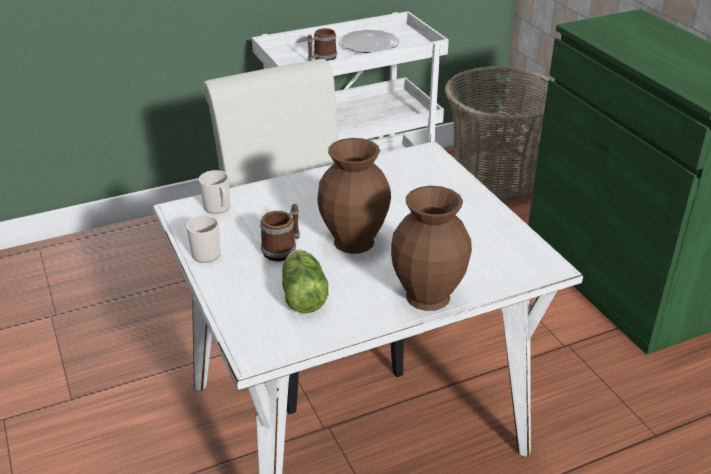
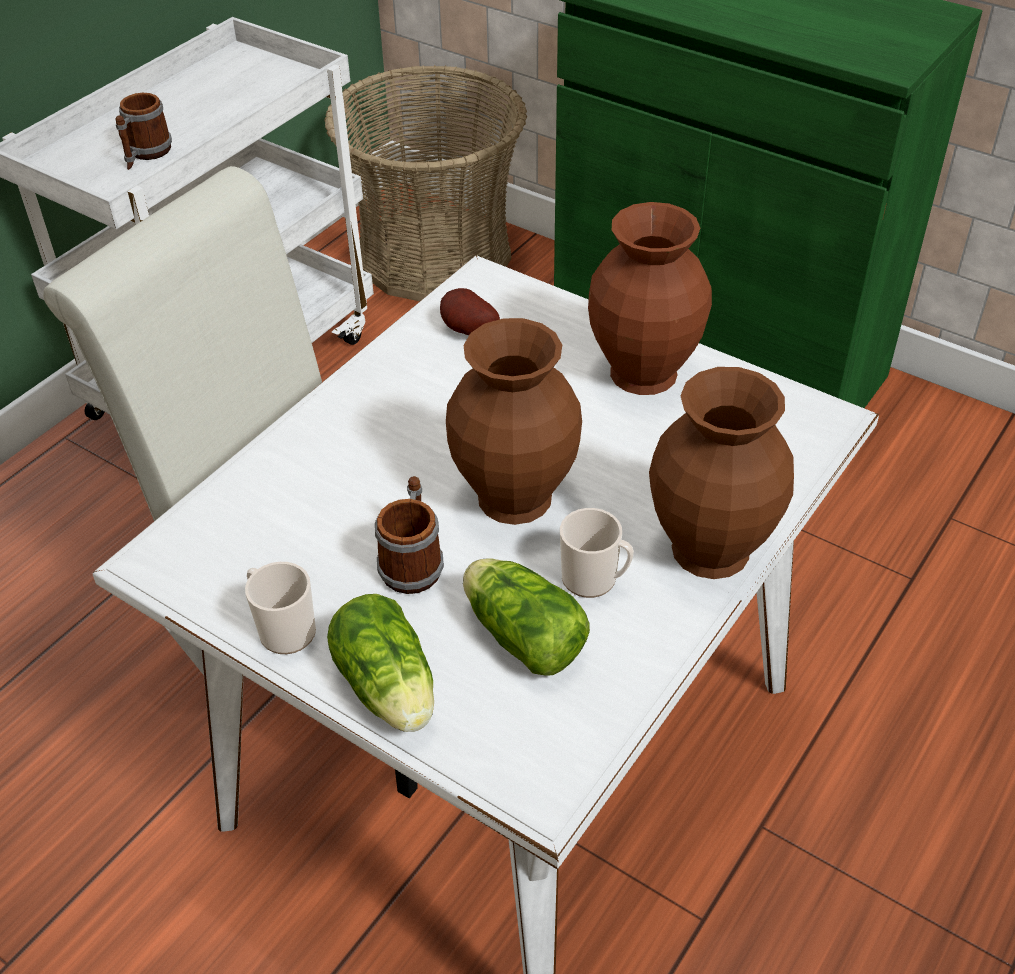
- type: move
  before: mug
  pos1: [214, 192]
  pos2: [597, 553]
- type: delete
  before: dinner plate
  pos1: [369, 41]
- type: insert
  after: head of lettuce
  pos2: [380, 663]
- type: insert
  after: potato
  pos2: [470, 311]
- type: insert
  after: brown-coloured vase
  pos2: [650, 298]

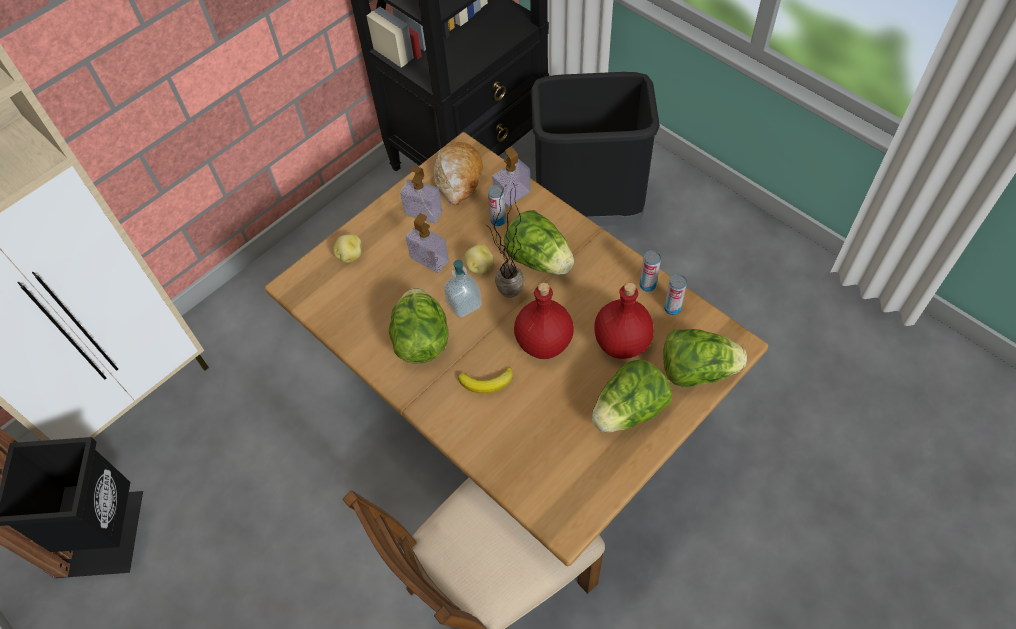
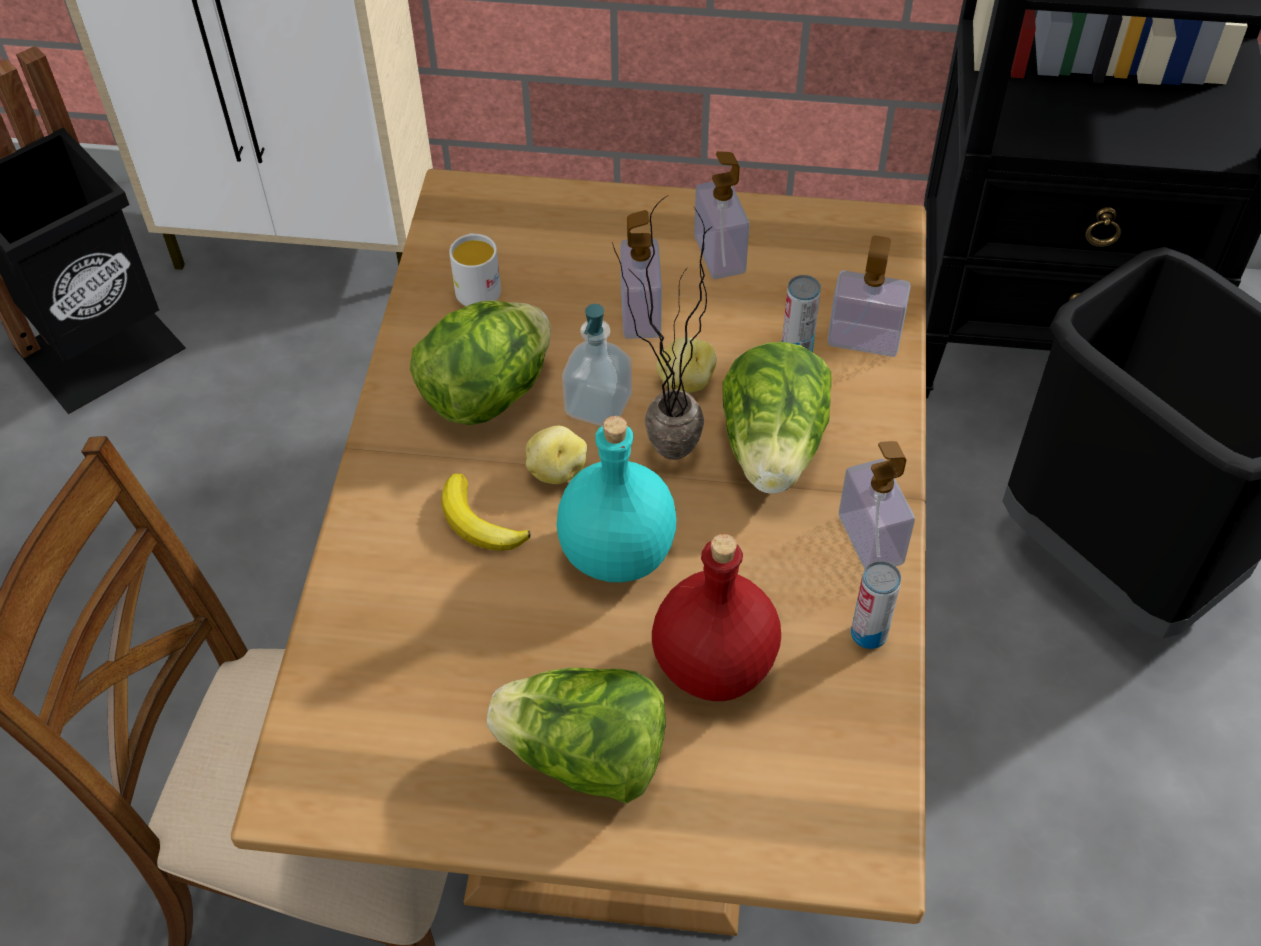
- type: move
  before: potato
  pos1: [347, 248]
  pos2: [556, 455]
- type: delete
  before: bakery bread
  pos1: [458, 173]
- type: recolor
  before: reddish beverage bottle
  after: blue-green beverage bottle
  pos1: [544, 320]
  pos2: [616, 499]
- type: delete
  before: head of lettuce
  pos1: [705, 358]
- type: delete
  before: sealed can
  pos1: [675, 294]
- type: insert
  after: white mug
  pos2: [475, 269]
- type: insert
  after: liquid soap bottle
  pos2: [877, 505]

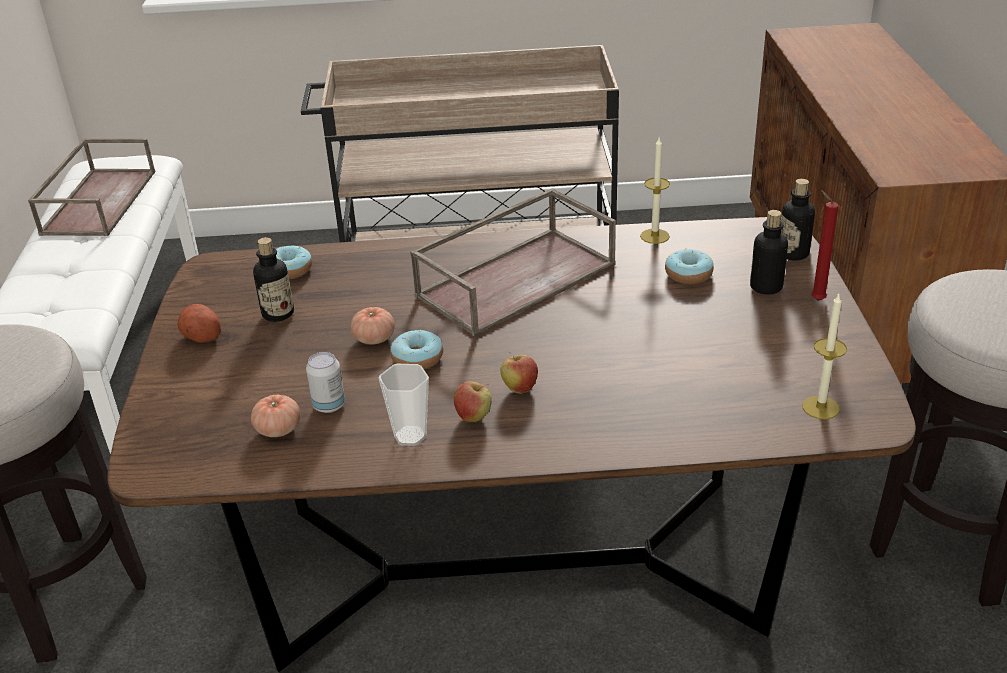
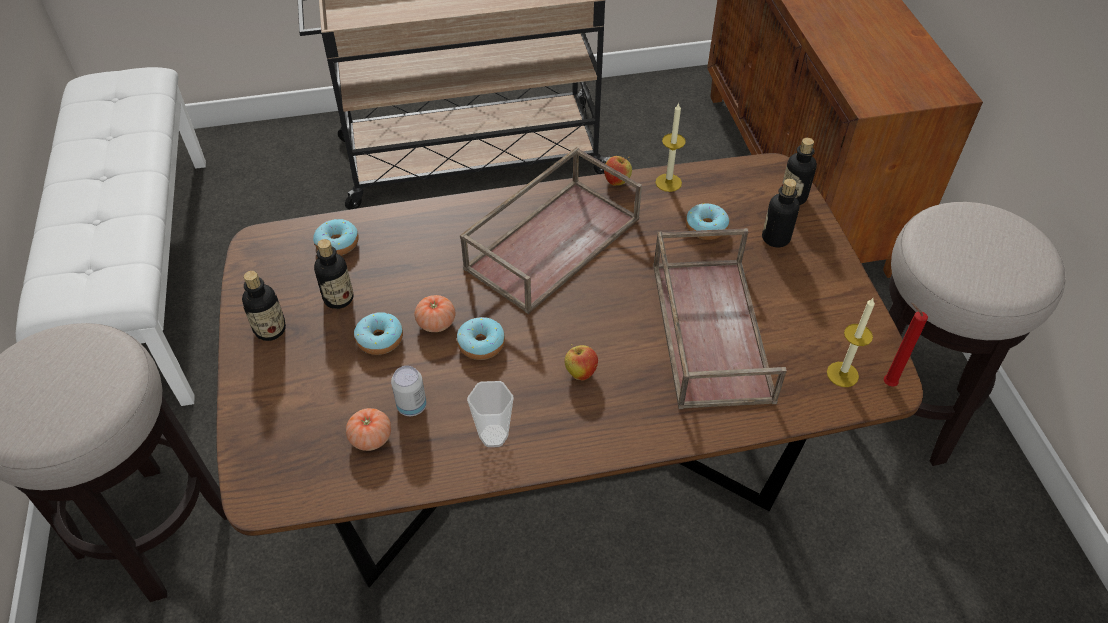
- type: move
  before: brown-coloured tray
  pos1: [91, 187]
  pos2: [720, 318]
- type: replace
  before: potato
  after: beverage bottle
  pos1: [199, 323]
  pos2: [264, 306]
- type: move
  before: whole apple
  pos1: [473, 401]
  pos2: [618, 170]
- type: move
  before: reddish wax candle
  pos1: [825, 245]
  pos2: [906, 345]
- type: insert
  after: donut
  pos2: [378, 333]

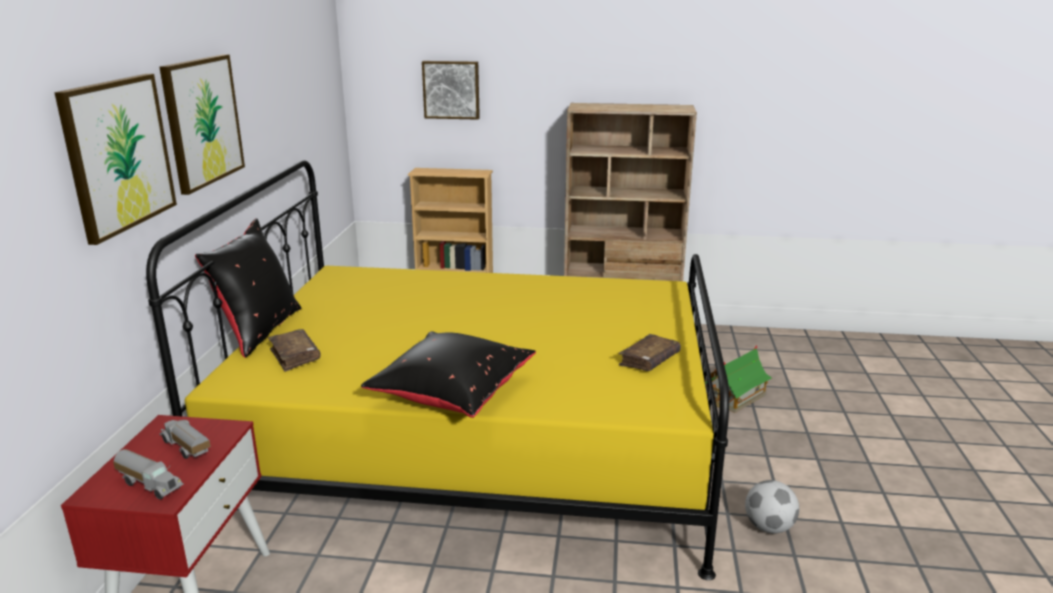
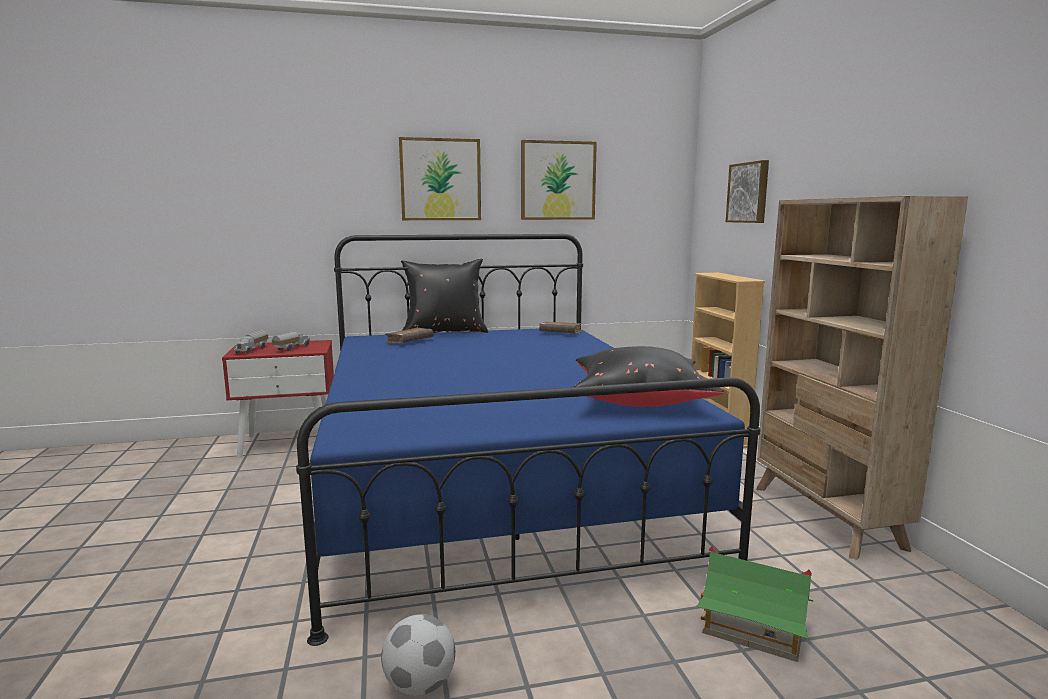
- type: move
  before: wall art
  pos1: [115, 159]
  pos2: [559, 180]
- type: recolor
  before: yellow bed
  after: blue-coloured bed
  pos1: [437, 370]
  pos2: [528, 440]
- type: move
  before: black-coloured throw pillow
  pos1: [448, 374]
  pos2: [649, 376]
- type: move
  before: brown-coloured volume
  pos1: [649, 352]
  pos2: [560, 328]

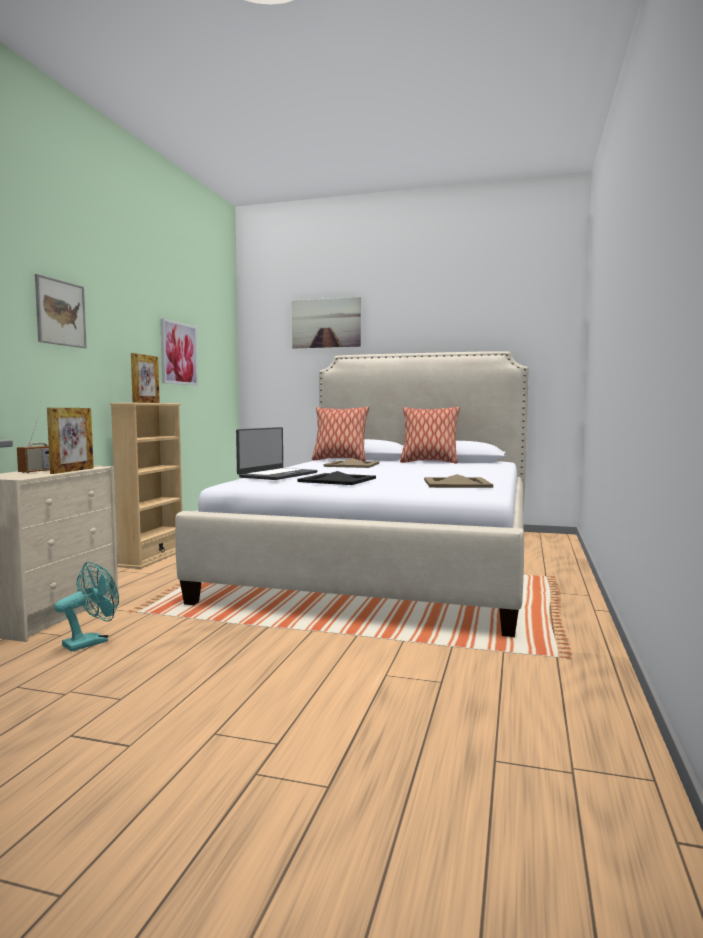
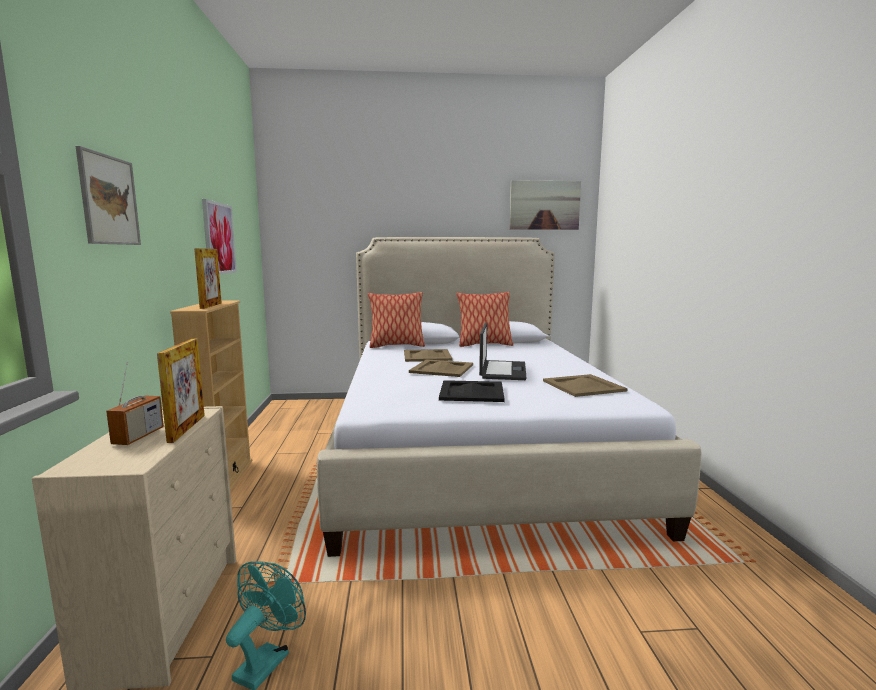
- type: move
  before: notebook computer
  pos1: [277, 453]
  pos2: [502, 351]
- type: move
  before: wall art
  pos1: [326, 323]
  pos2: [545, 205]
- type: insert
  after: beige tray
  pos2: [441, 368]

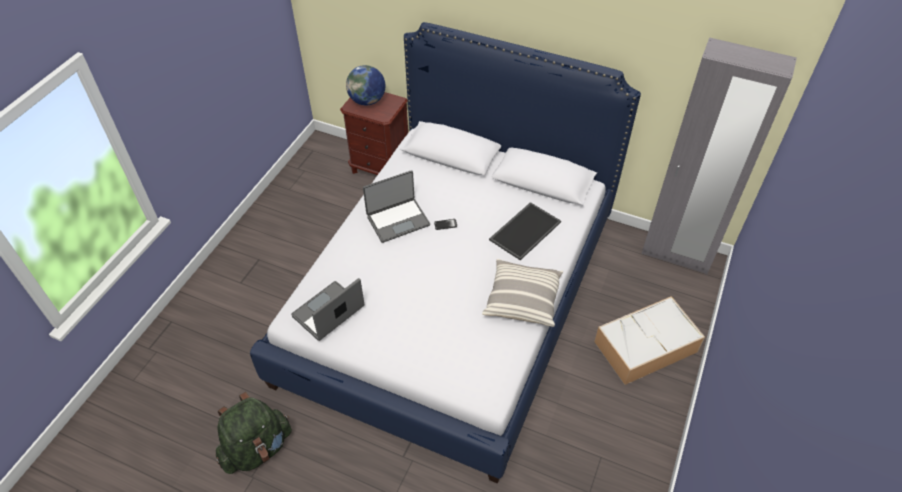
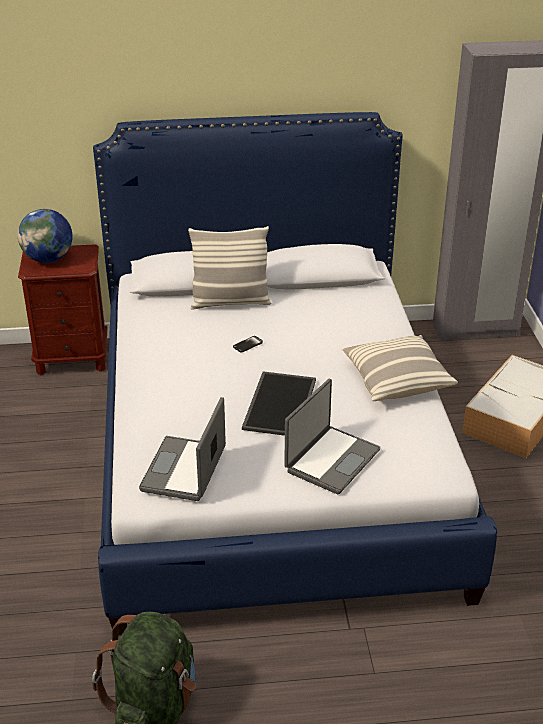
- type: move
  before: notebook computer
  pos1: [396, 206]
  pos2: [332, 437]
- type: move
  before: tray
  pos1: [525, 231]
  pos2: [279, 403]
- type: insert
  after: throw pillow
  pos2: [229, 268]

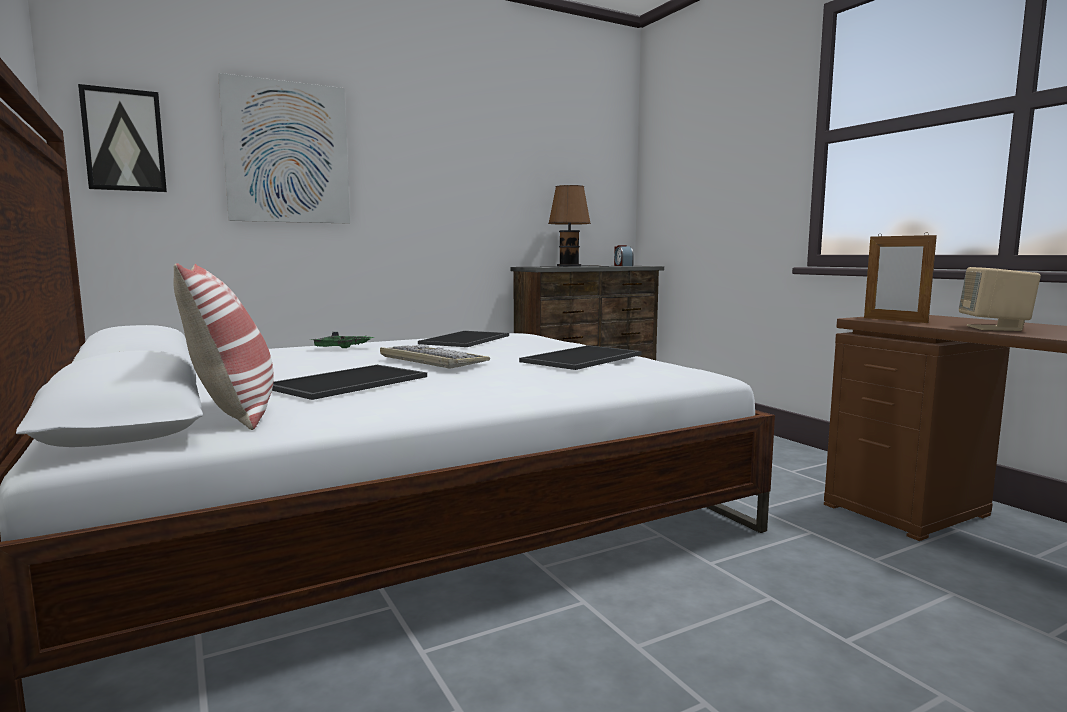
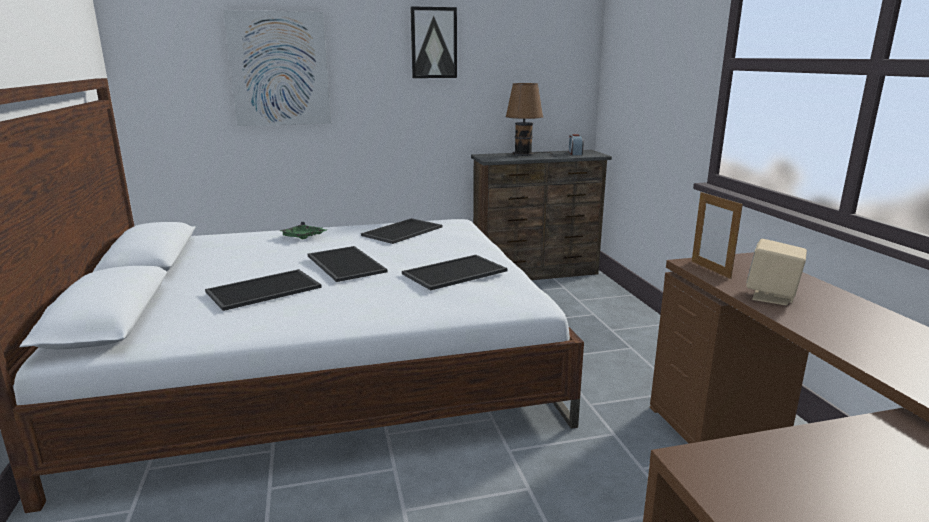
- type: move
  before: wall art
  pos1: [122, 138]
  pos2: [433, 42]
- type: delete
  before: throw pillow
  pos1: [224, 346]
- type: replace
  before: keyboard
  after: tray
  pos1: [435, 357]
  pos2: [347, 264]

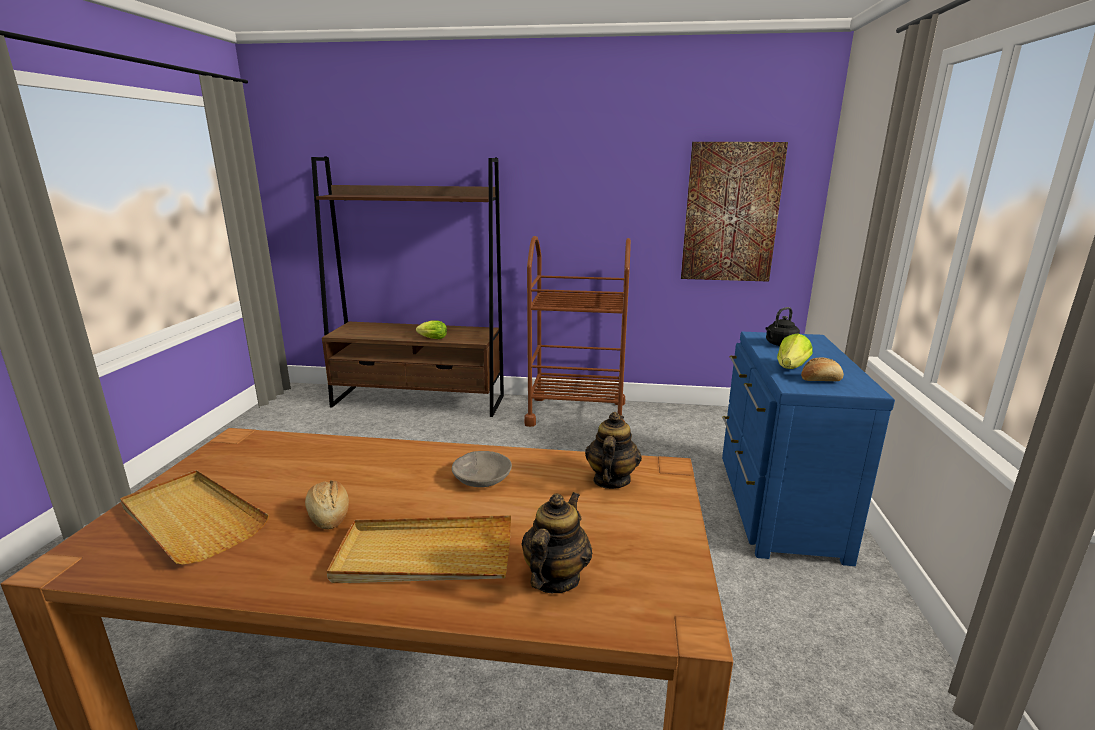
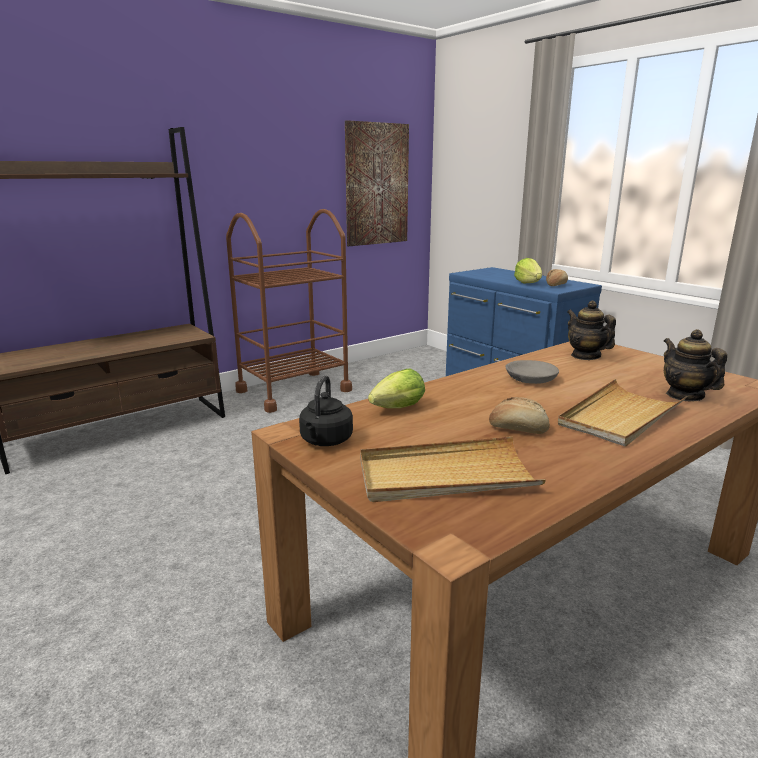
- type: move
  before: head of lettuce
  pos1: [431, 329]
  pos2: [396, 388]
- type: move
  before: black-coloured tea kettle
  pos1: [782, 326]
  pos2: [326, 410]

